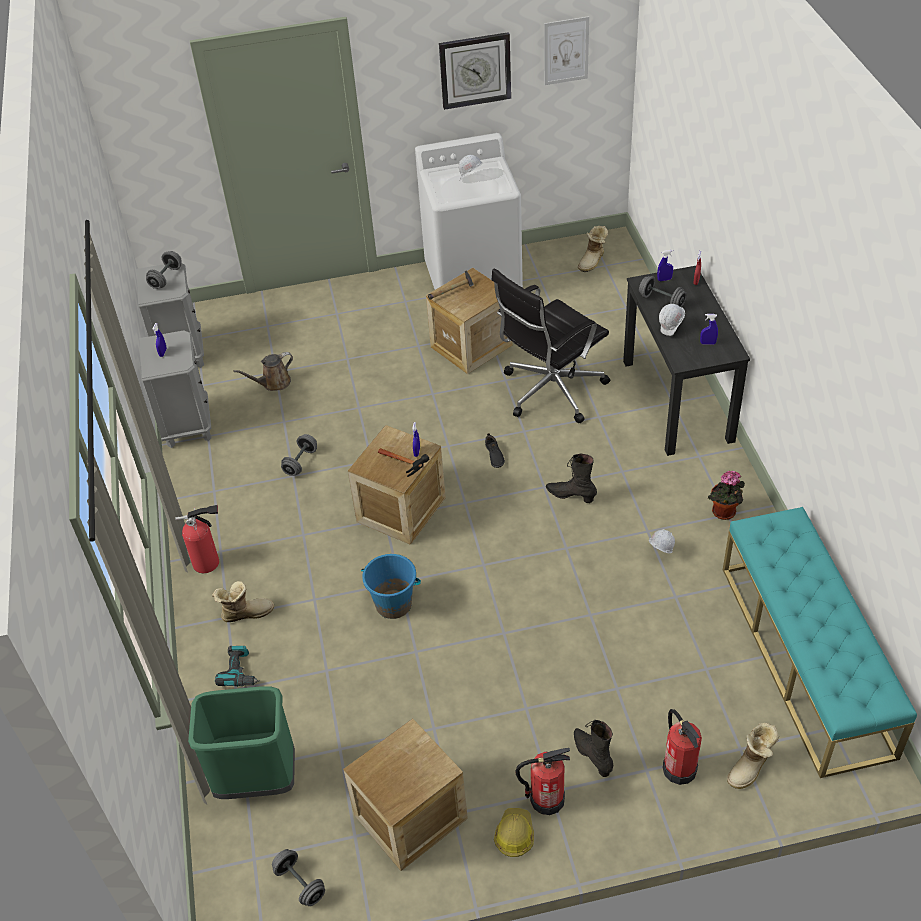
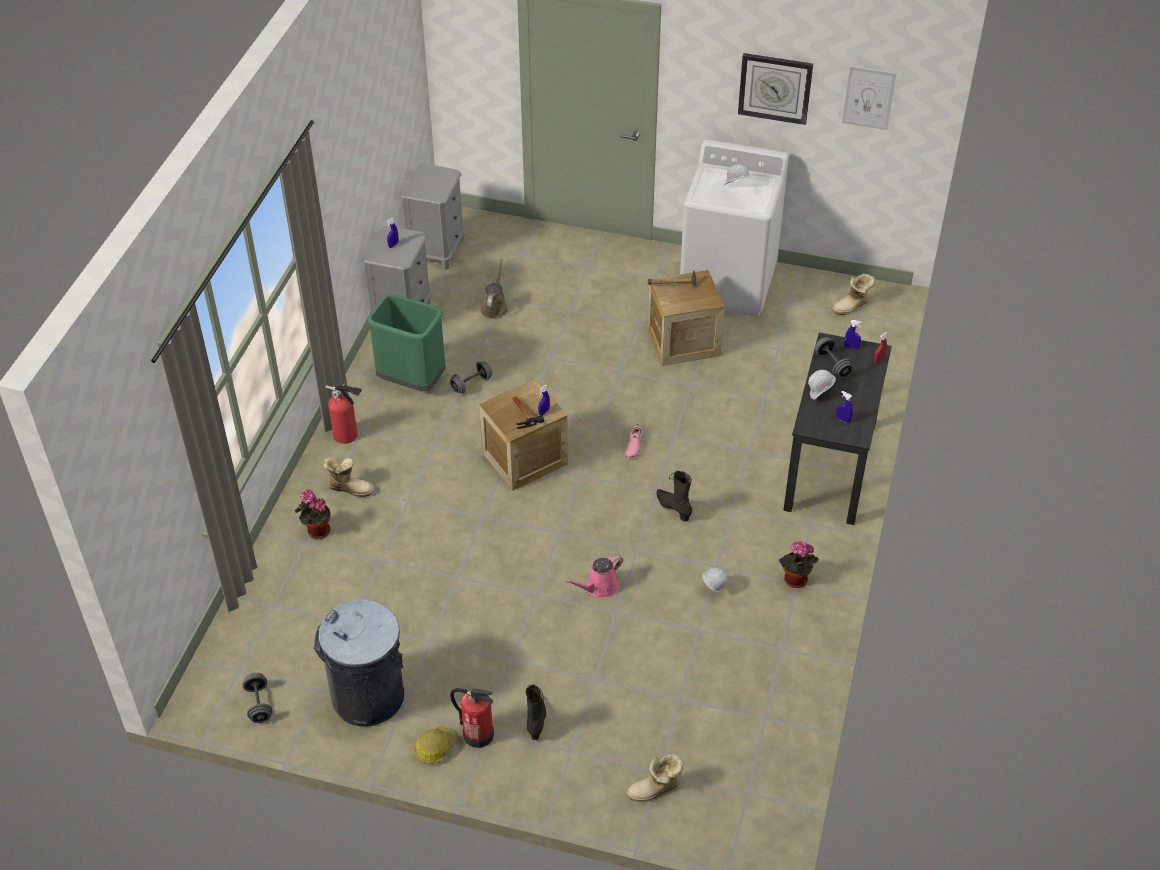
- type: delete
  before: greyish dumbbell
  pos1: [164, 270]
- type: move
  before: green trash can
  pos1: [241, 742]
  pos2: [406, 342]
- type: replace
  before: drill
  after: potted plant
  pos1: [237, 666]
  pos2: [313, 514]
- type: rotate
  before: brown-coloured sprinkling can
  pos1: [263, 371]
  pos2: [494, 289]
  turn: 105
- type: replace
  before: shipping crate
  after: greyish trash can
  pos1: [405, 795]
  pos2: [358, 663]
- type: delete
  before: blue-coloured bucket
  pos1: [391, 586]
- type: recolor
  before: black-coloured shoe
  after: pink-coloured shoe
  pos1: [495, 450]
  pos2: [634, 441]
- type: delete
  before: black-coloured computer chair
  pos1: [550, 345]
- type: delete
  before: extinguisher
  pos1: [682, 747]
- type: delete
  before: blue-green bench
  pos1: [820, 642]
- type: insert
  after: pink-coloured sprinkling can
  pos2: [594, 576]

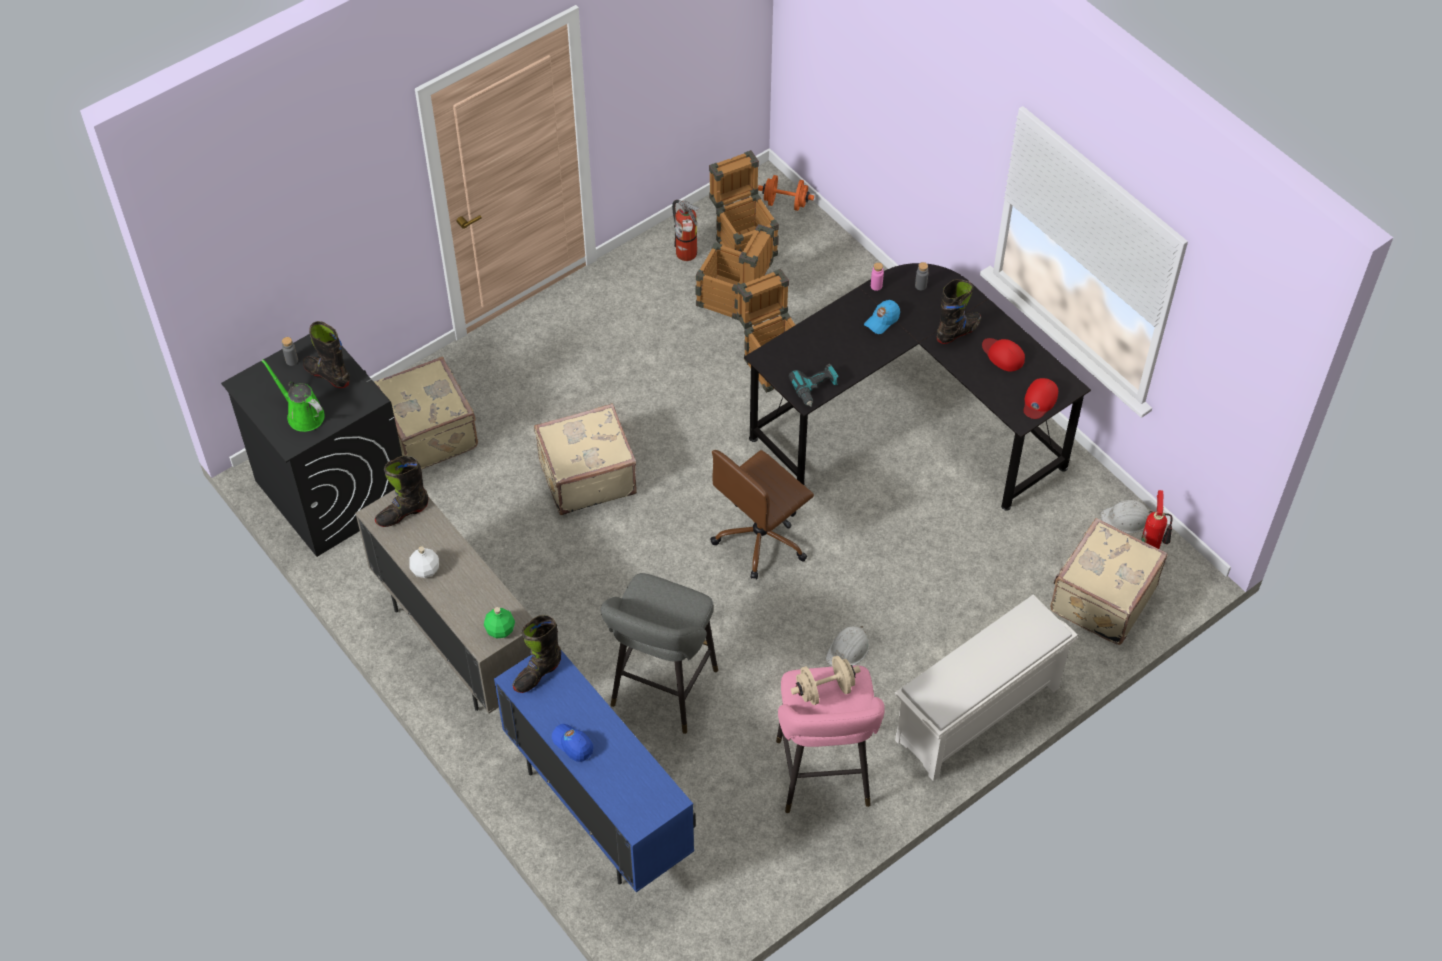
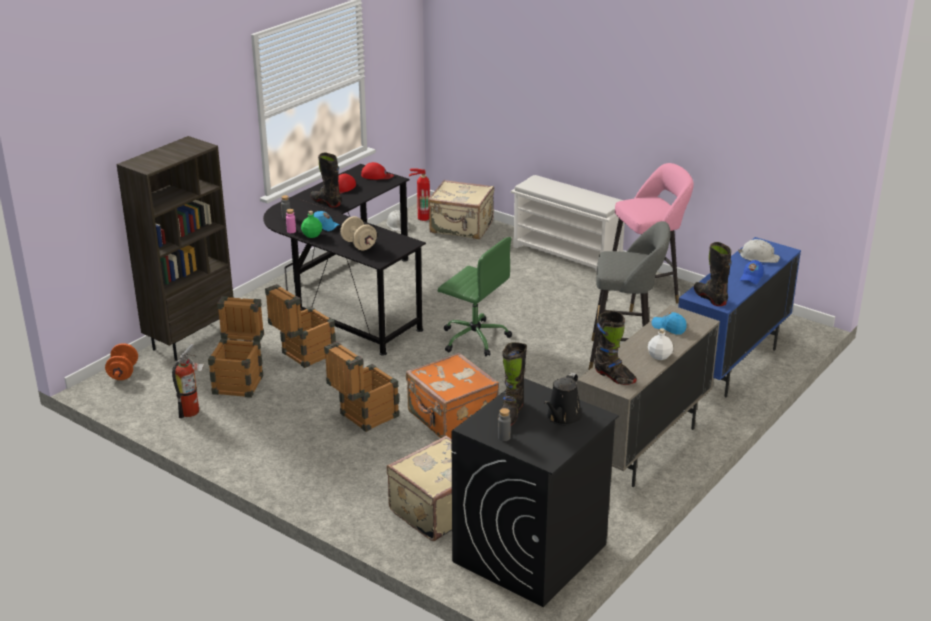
- type: recolor
  before: green sprinkling can
  after: black-coloured sprinkling can
  pos1: [293, 395]
  pos2: [563, 399]
- type: move
  before: green beverage bottle
  pos1: [499, 623]
  pos2: [311, 224]
- type: rotate
  before: black-coloured boot
  pos1: [536, 654]
  pos2: [713, 274]
  turn: -150
- type: recolor
  before: beige suitcase
  after: orange-coloured suitcase
  pos1: [585, 459]
  pos2: [452, 396]
- type: move
  before: shipping crate
  pos1: [744, 203]
  pos2: [361, 386]
- type: recolor
  before: brown-coloured computer chair
  after: green computer chair
  pos1: [762, 515]
  pos2: [475, 296]
- type: delete
  before: drill
  pos1: [813, 385]
- type: move
  before: beige dumbbell
  pos1: [826, 680]
  pos2: [358, 233]
- type: move
  before: white safety helmet
  pos1: [848, 646]
  pos2: [759, 251]
- type: insert
  after: brown-coloured bookcase
  pos2: [175, 248]
- type: insert
  after: blue-coloured peaked cap
  pos2: [669, 323]

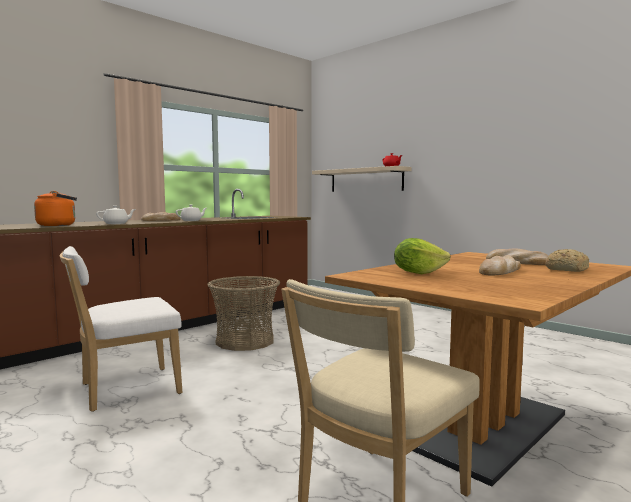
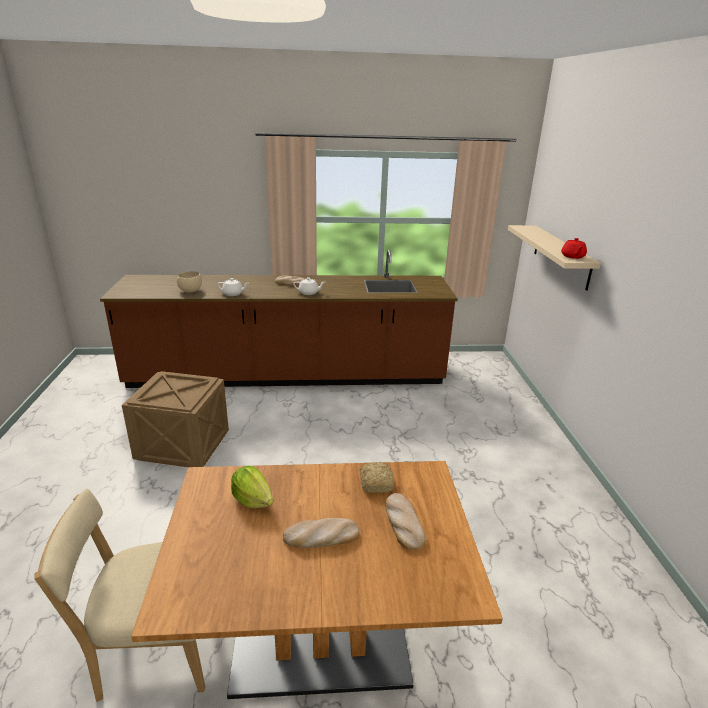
- type: replace
  before: orange-coloured tea kettle
  after: beige bowl
  pos1: [55, 208]
  pos2: [189, 282]
- type: replace
  before: white plain chair
  after: shipping crate
  pos1: [121, 329]
  pos2: [175, 419]
- type: delete
  before: storage basket
  pos1: [243, 313]
- type: move
  before: bakery bread
  pos1: [567, 260]
  pos2: [377, 477]

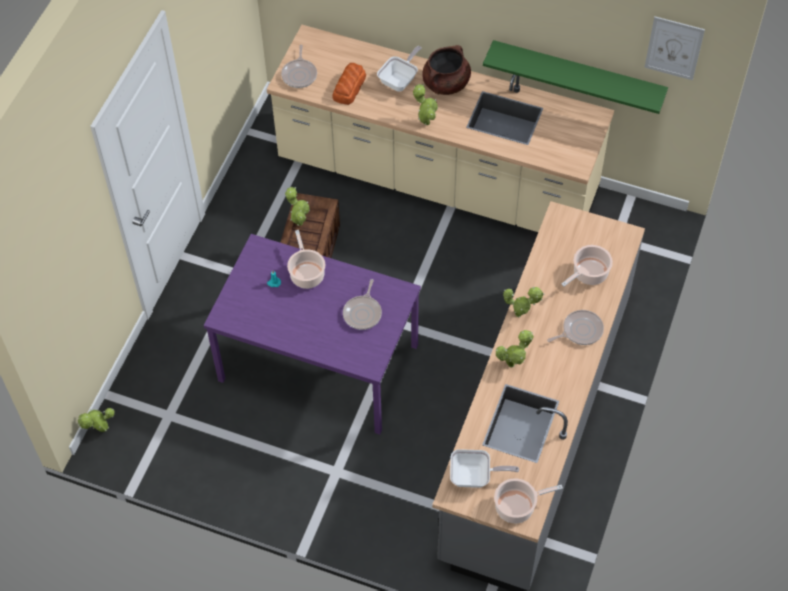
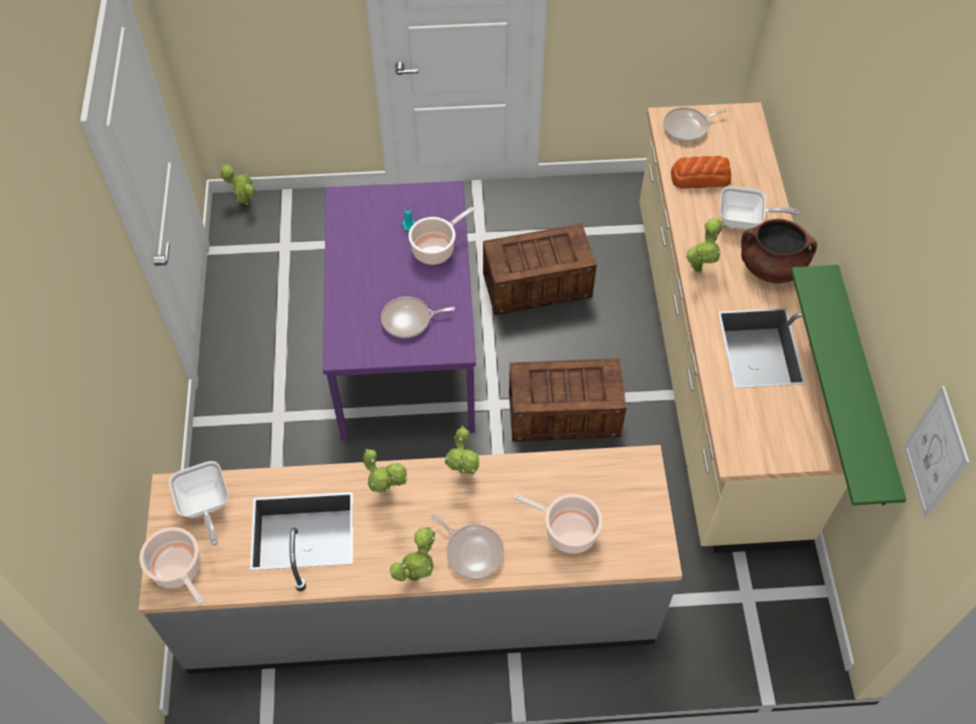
- type: move
  before: potted plant
  pos1: [297, 206]
  pos2: [412, 554]
- type: insert
  after: shipping crate
  pos2: [567, 400]

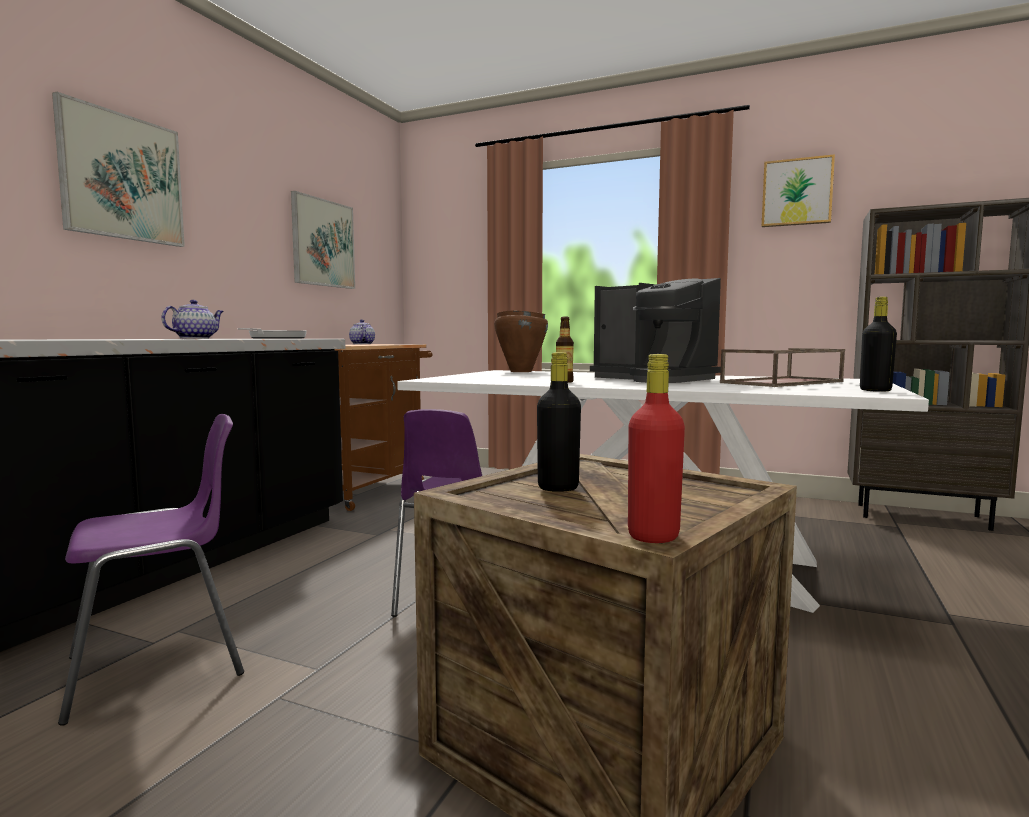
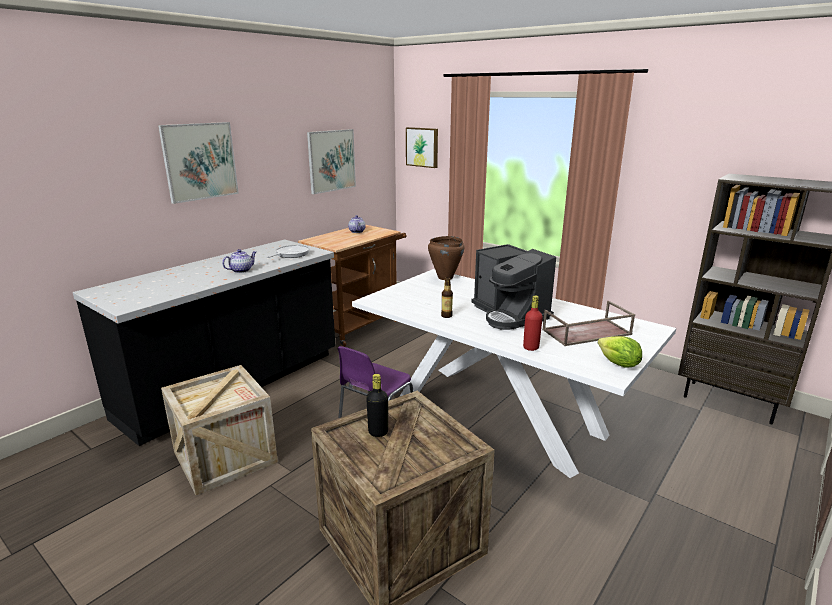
- type: replace
  before: purplish plain chair
  after: shipping crate
  pos1: [151, 570]
  pos2: [219, 430]
- type: move
  before: reddish beverage bottle
  pos1: [656, 448]
  pos2: [533, 323]
- type: move
  before: wall art
  pos1: [798, 190]
  pos2: [422, 147]
- type: replace
  before: black-coloured beverage bottle
  after: head of lettuce
  pos1: [878, 344]
  pos2: [620, 352]

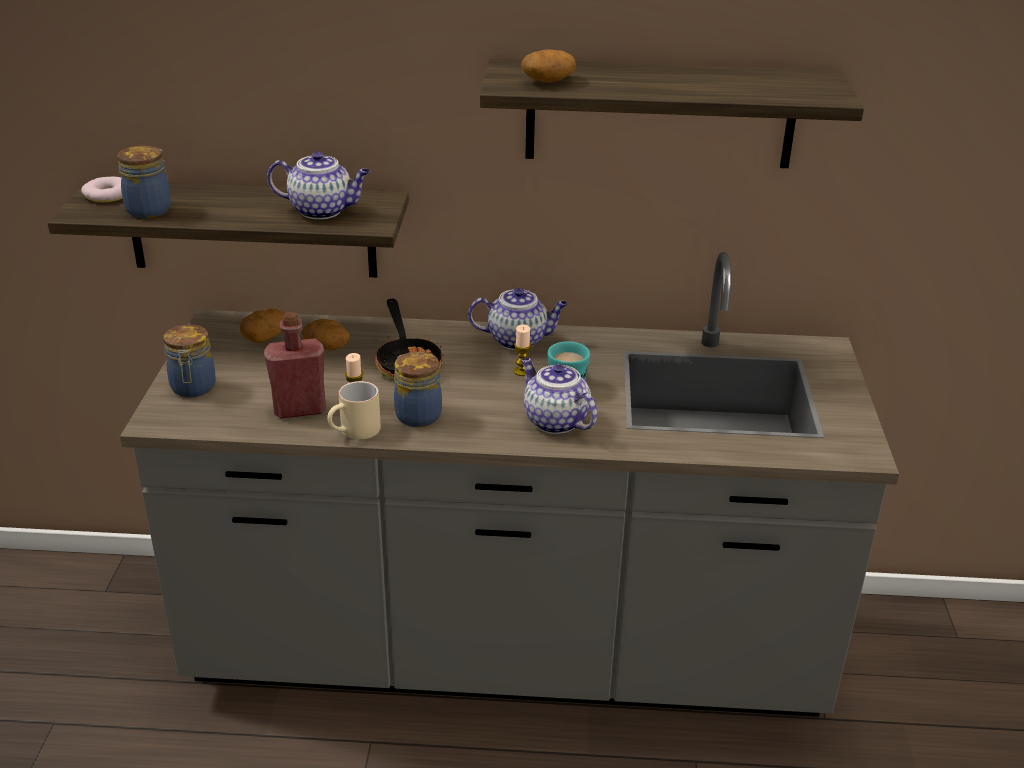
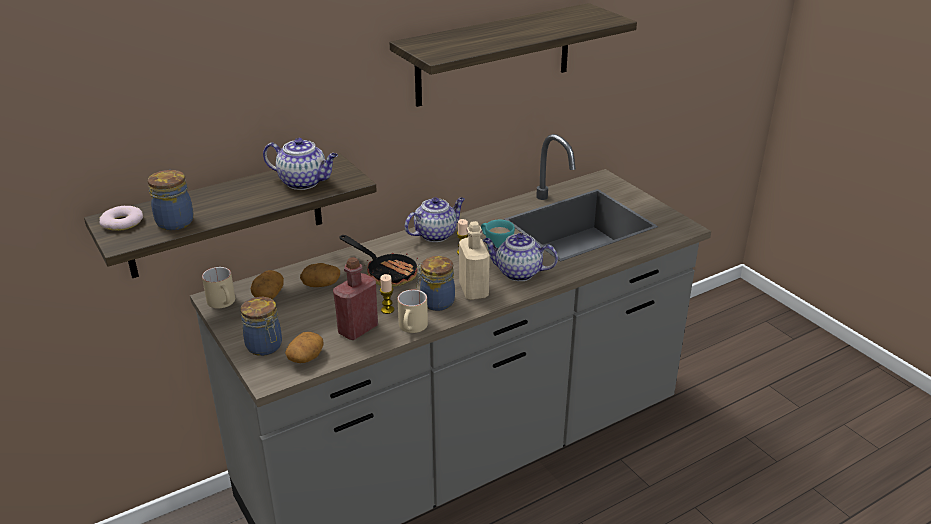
- type: rotate
  before: tea pot
  pos1: [318, 185]
  pos2: [300, 164]
  turn: 45
- type: move
  before: potato
  pos1: [548, 66]
  pos2: [304, 347]
- type: insert
  after: beige mug
  pos2: [218, 287]
- type: insert
  after: beige beverage bottle
  pos2: [474, 260]

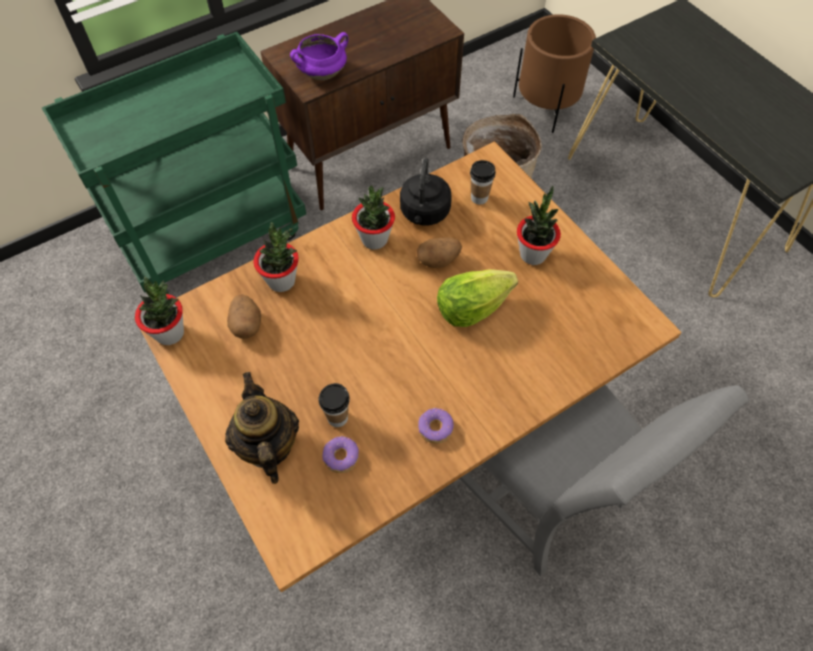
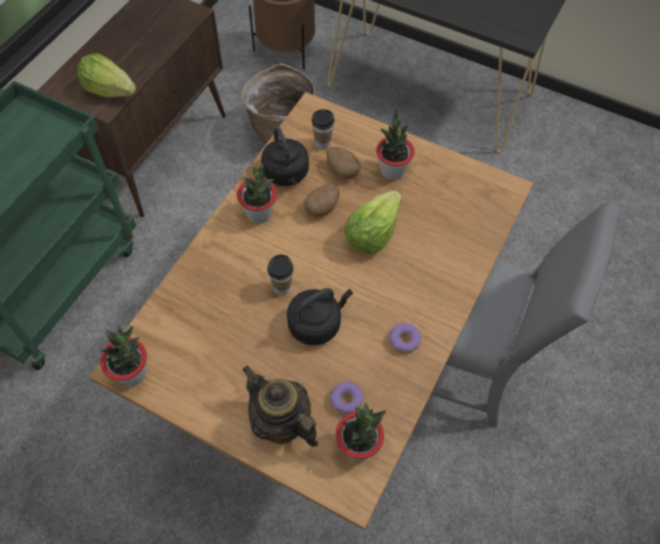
- type: move
  before: potato
  pos1: [244, 316]
  pos2: [344, 163]
- type: move
  before: potted plant
  pos1: [276, 257]
  pos2: [361, 432]
- type: replace
  before: purplish stockpot
  after: head of lettuce
  pos1: [319, 56]
  pos2: [106, 75]
- type: move
  before: cup
  pos1: [334, 405]
  pos2: [280, 274]
- type: insert
  after: black-coloured tea kettle
  pos2: [320, 316]

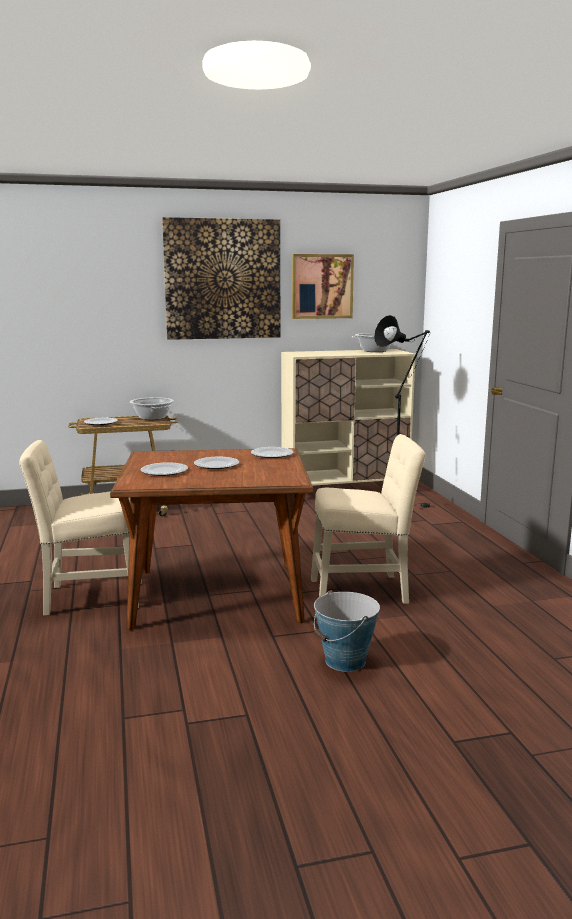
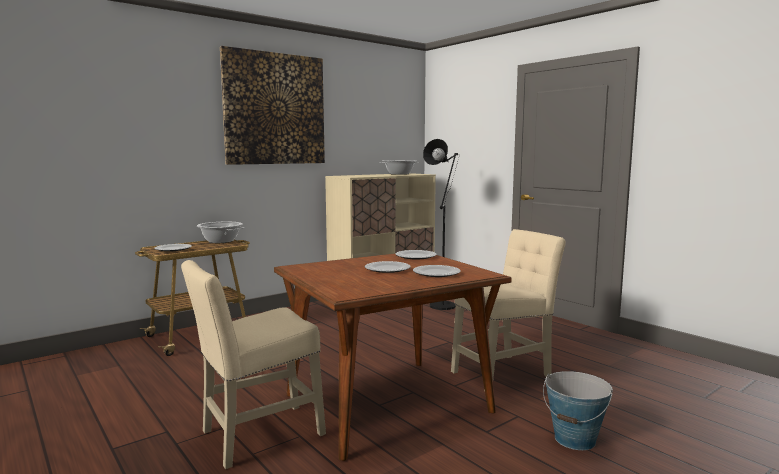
- type: move
  before: dinner plate
  pos1: [164, 469]
  pos2: [437, 271]
- type: delete
  before: wall art
  pos1: [323, 286]

